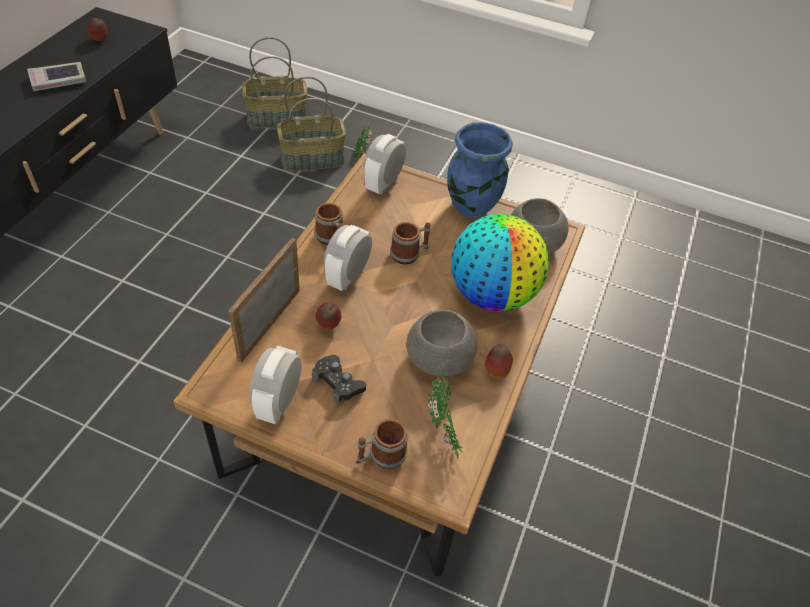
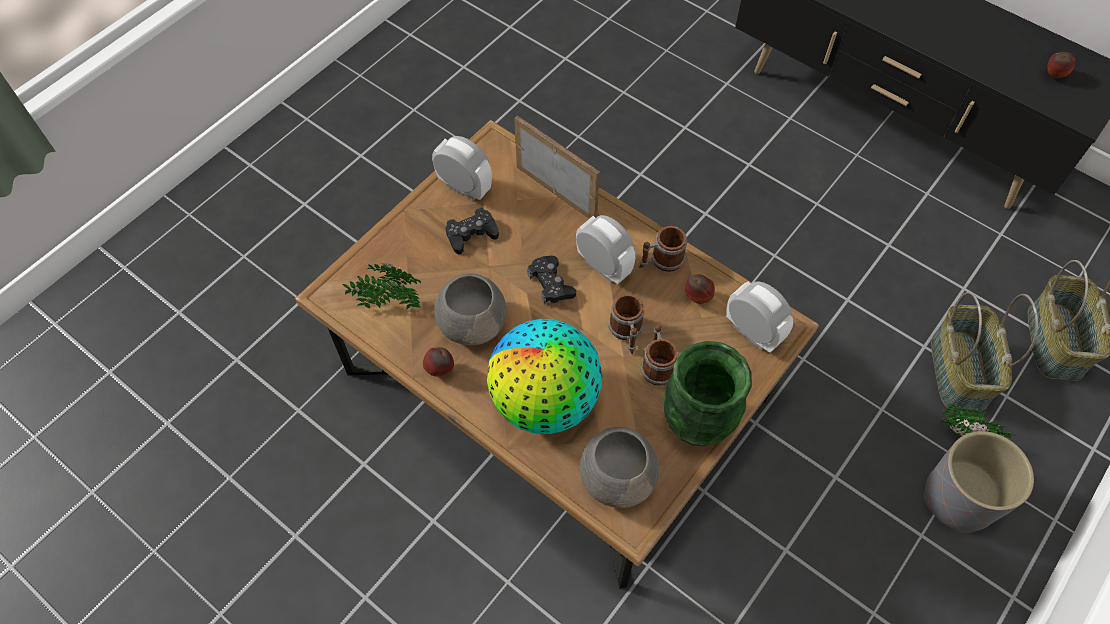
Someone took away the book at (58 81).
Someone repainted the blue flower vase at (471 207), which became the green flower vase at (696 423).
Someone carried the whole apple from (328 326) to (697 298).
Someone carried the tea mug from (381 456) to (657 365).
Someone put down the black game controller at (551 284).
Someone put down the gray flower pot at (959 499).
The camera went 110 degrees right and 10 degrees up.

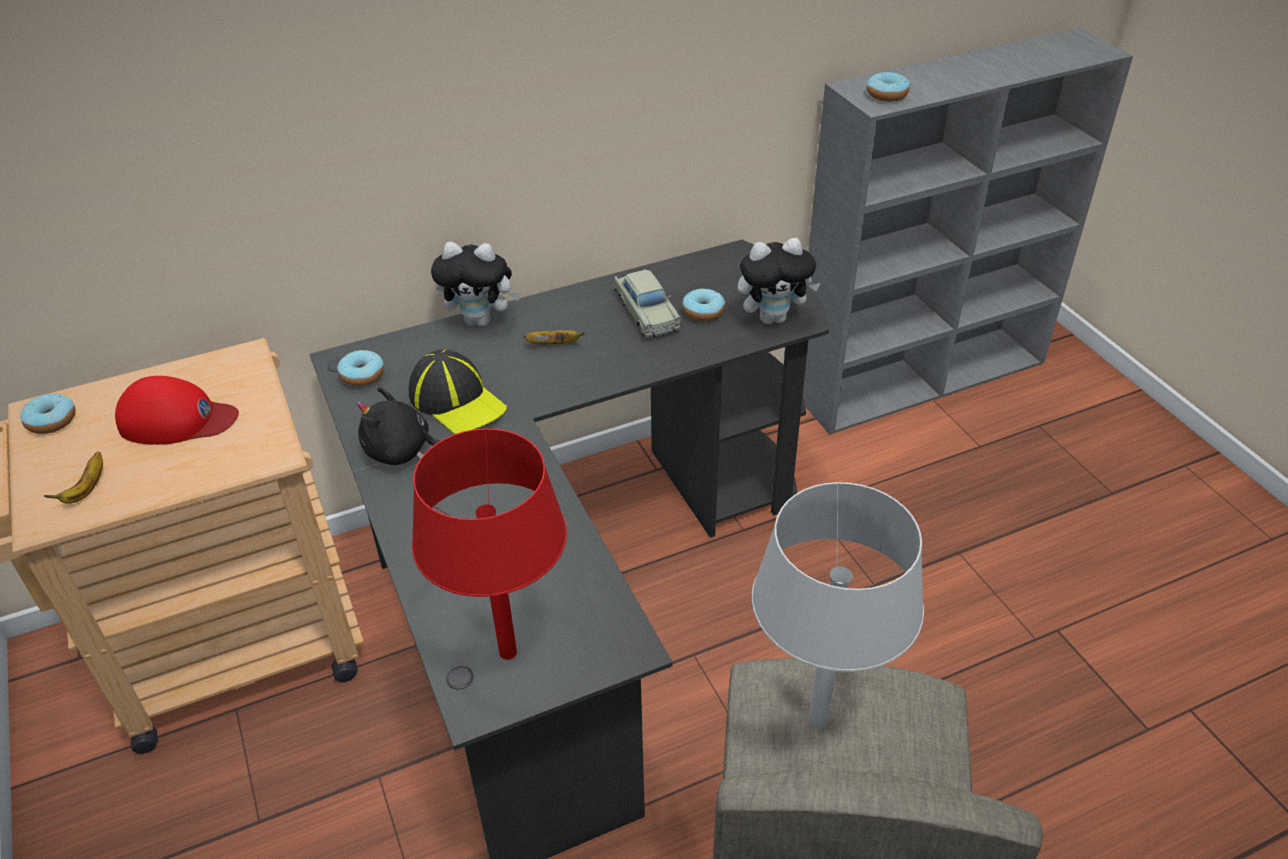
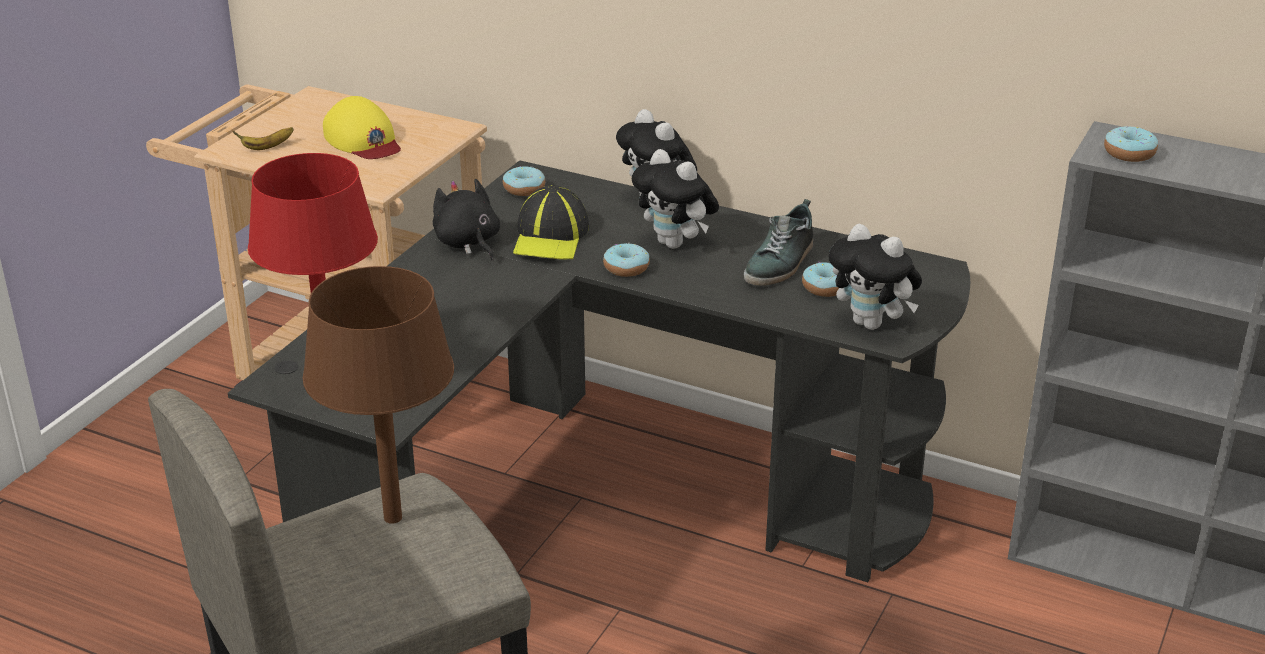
Someone swapped the beige-coloured miniature car at (646 313) for the item of footwear at (780 263).
Someone swapped the banana at (555 344) for the plush toy at (675 244).
Someone repainted the red cap at (177 420), which became the yellowish cap at (363 140).
Someone carried the ring doughnut from (52 421) to (626 268).
Someone repainted the gray table lamp at (817 721), which became the brown-coloured table lamp at (392 518).
The camera went 50 degrees right and 10 degrees down.

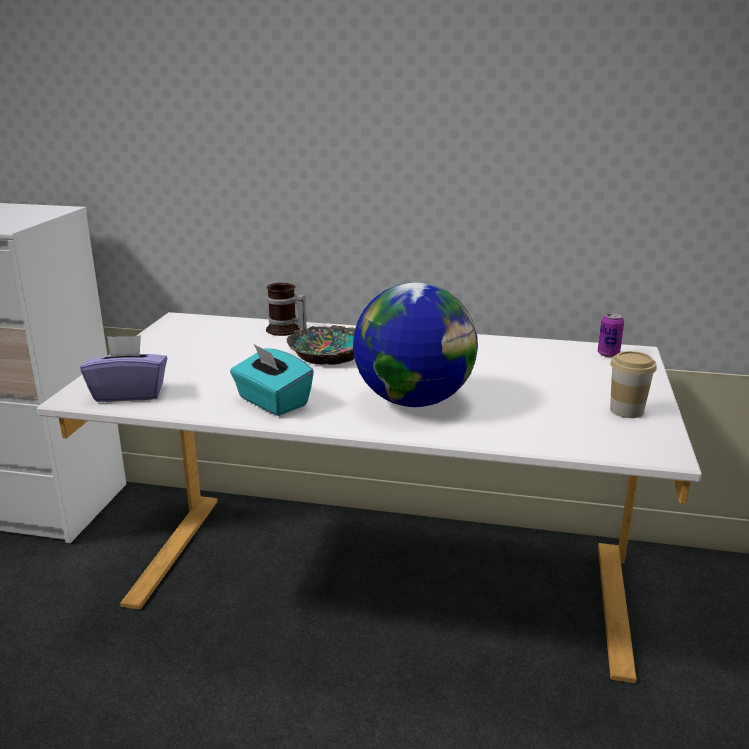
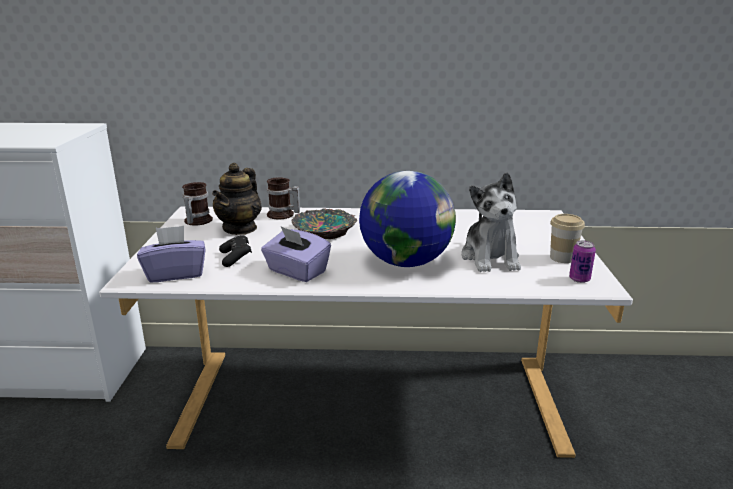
Someone carried the sealed can from (608 354) to (579 279).
Someone repainted the turquoise box of tissues at (272 402), which became the purple box of tissues at (296 272).
Someone put down the teapot at (240 228).
Someone put down the plush toy at (490 258).
Someone put down the tea mug at (196 221).
Someone put down the black game controller at (236 258).
The camera went 10 degrees left and 0 degrees up.

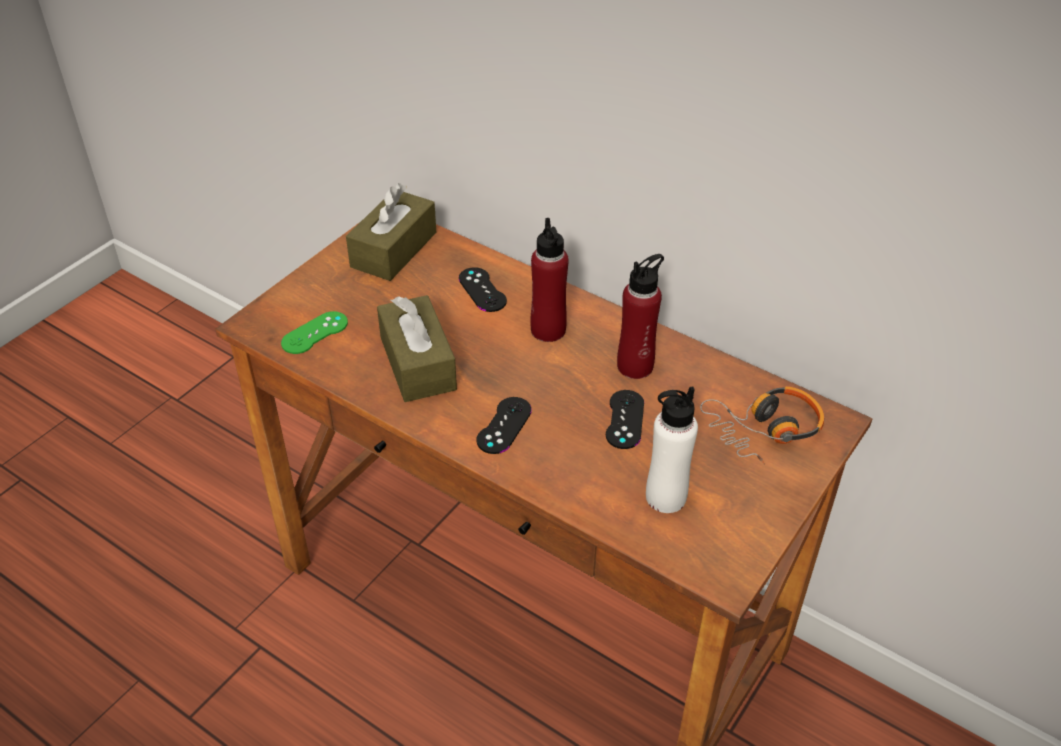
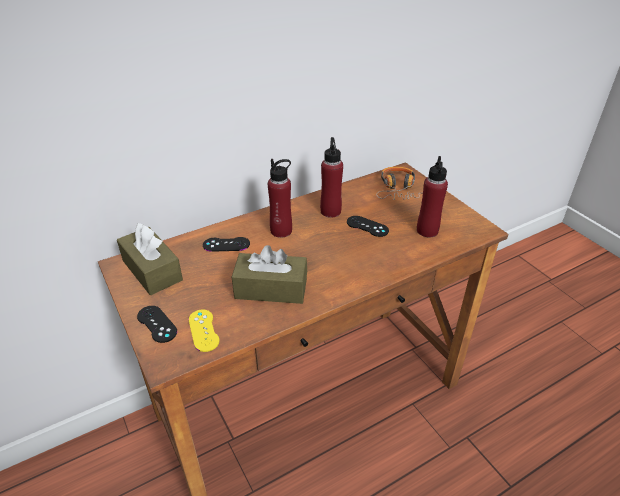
Someone repainted the green game controller at (315 333), which became the yellowish game controller at (203 330).
Someone repainted the white-coloured bottle at (665 497), which became the red bottle at (427 231).
Someone carried the black game controller from (504 425) to (157 324).
The camera went 65 degrees left and 5 degrees down.

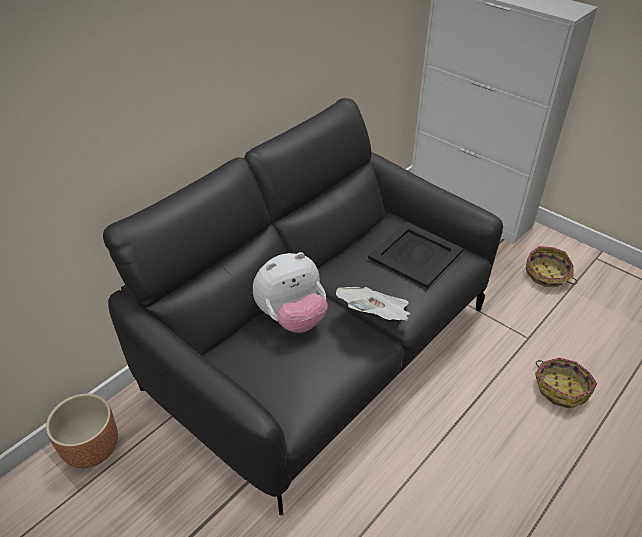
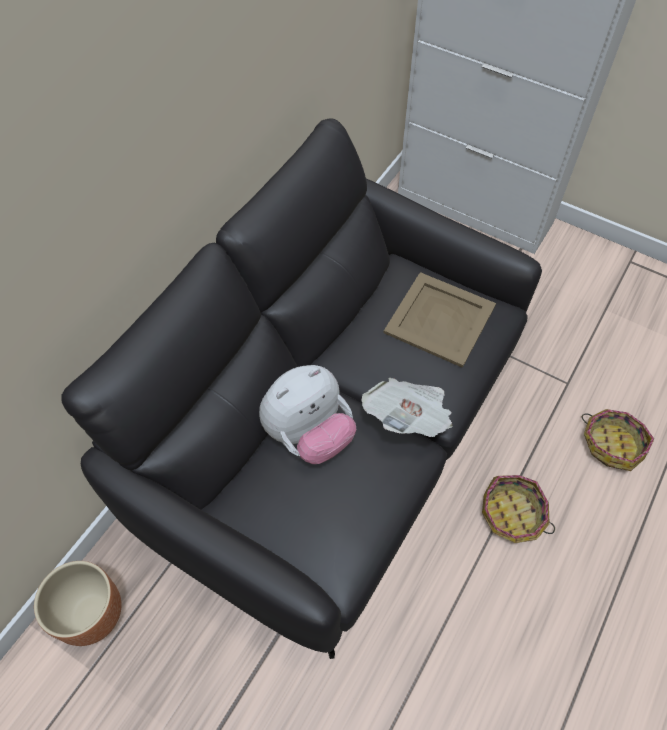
Someone repainted the black serving tray at (416 255), which became the beige-coloured serving tray at (440 320).
Someone carried the household basket from (547 275) to (512 514).
The camera went 10 degrees left and 15 degrees up.

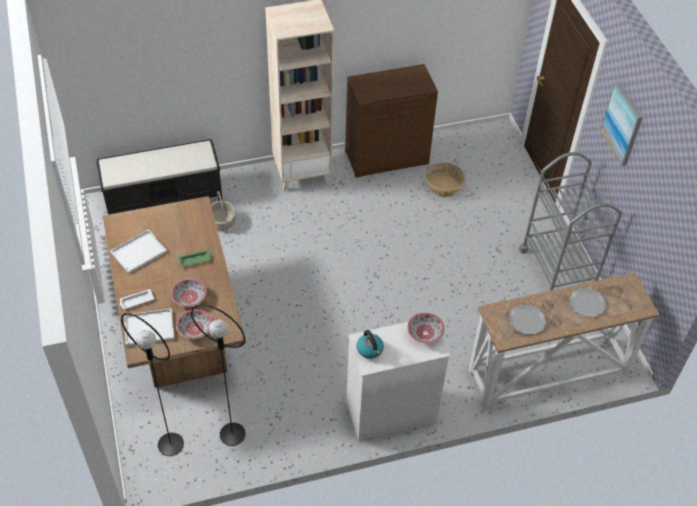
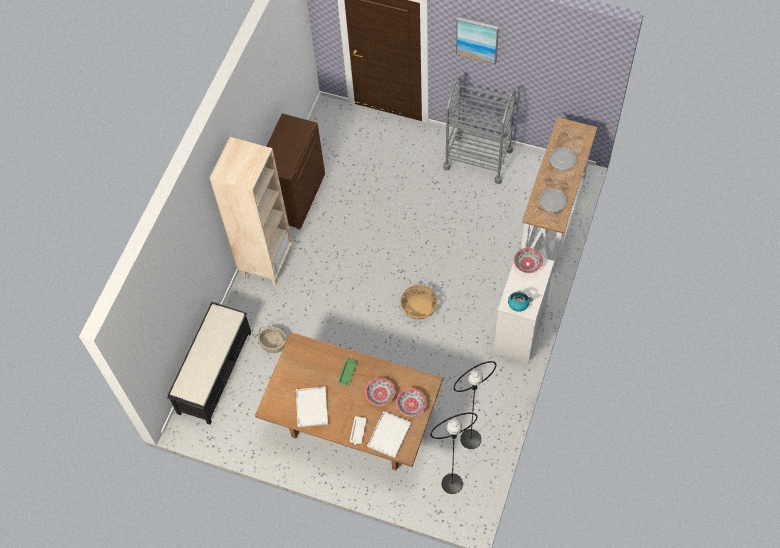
Someone carried the household basket from (444 186) to (419 307).
The camera went 50 degrees left and 10 degrees up.

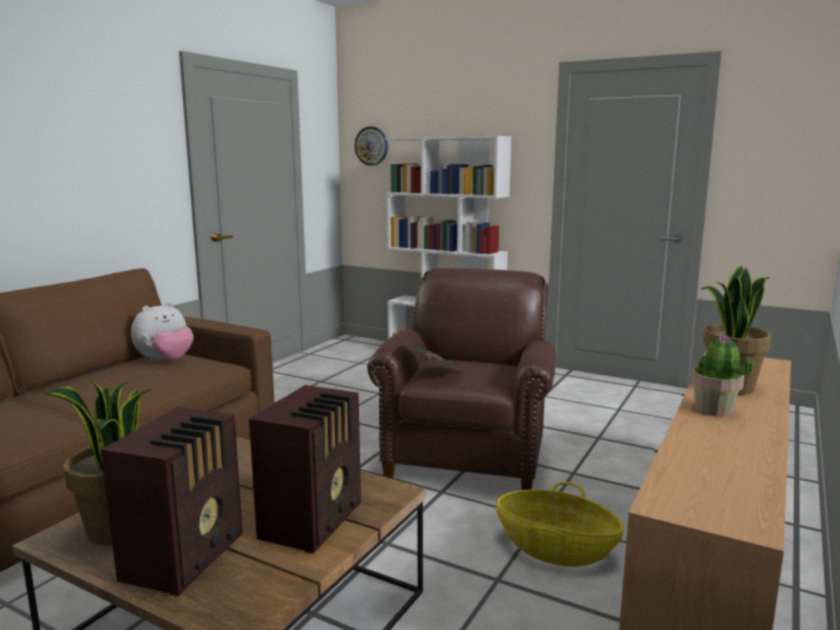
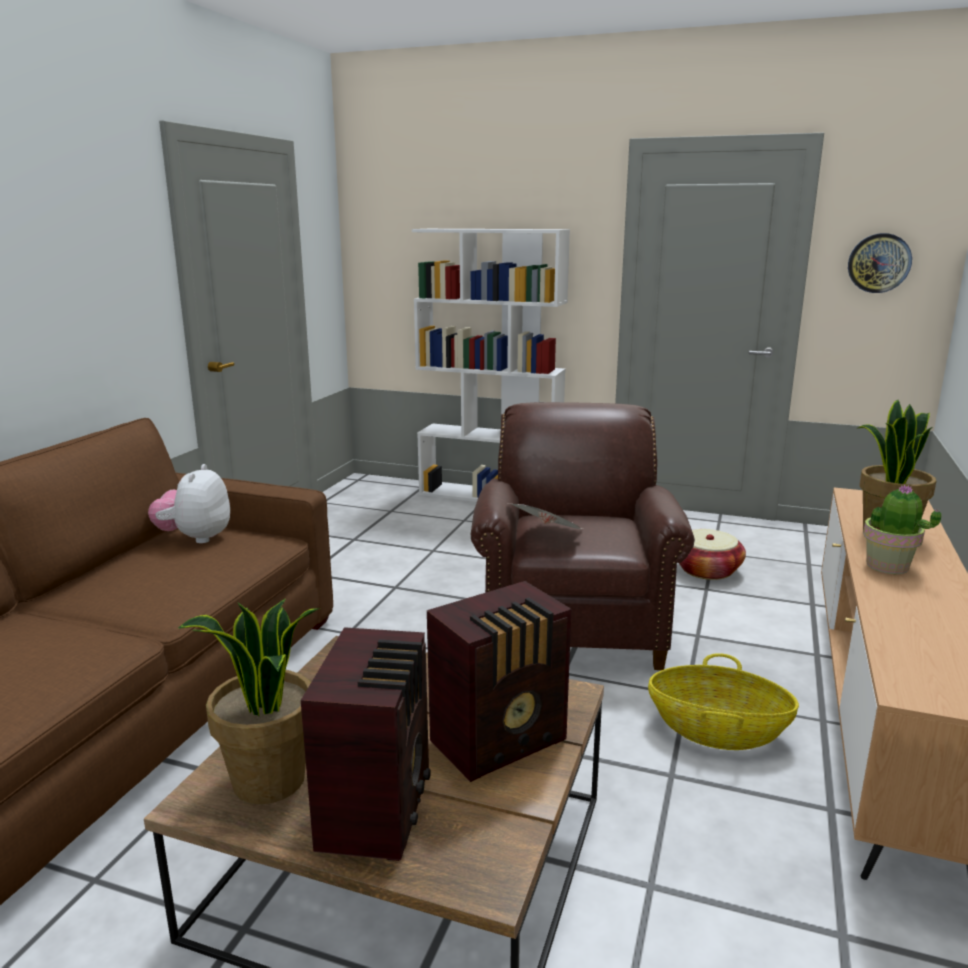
Someone carried the hanging clock from (371 146) to (879 263).
Someone rotated the plush toy at (166 361) by 150 degrees clockwise.
Someone rotated the radio at (314 520) by 45 degrees clockwise.
Someone put down the household basket at (707 570).
The camera went 10 degrees left and 5 degrees up.

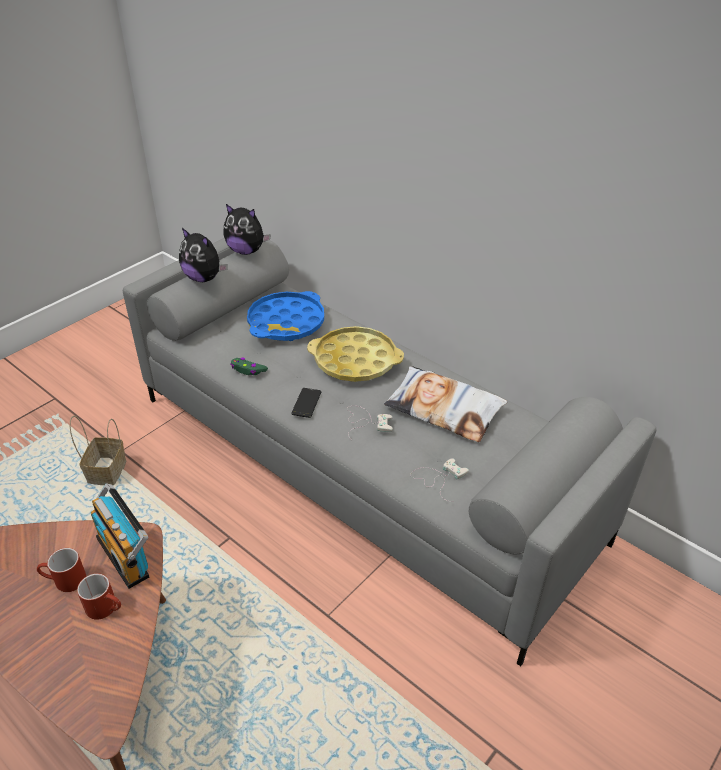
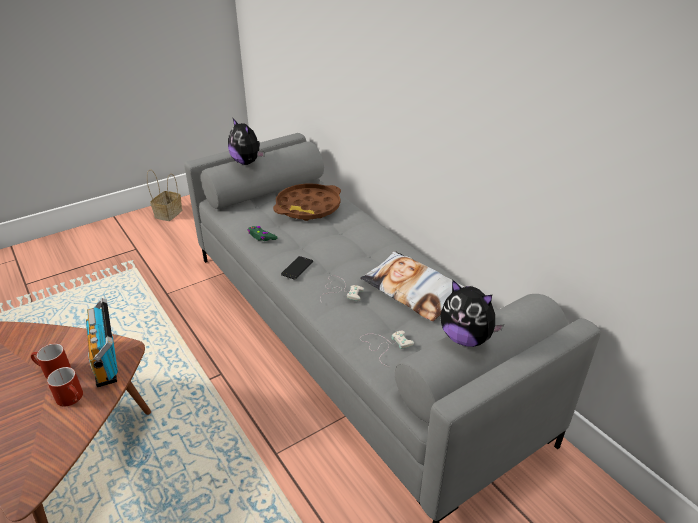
Someone carried the plush toy from (246 251) to (466 338).
Someone repainted the blue serving tray at (286 322), which became the brown-coloured serving tray at (308 207).
Someone took away the yellowish serving tray at (355 360).
Someone carried the household basket from (107 471) to (168 213).
The camera went 15 degrees right and 5 degrees down.

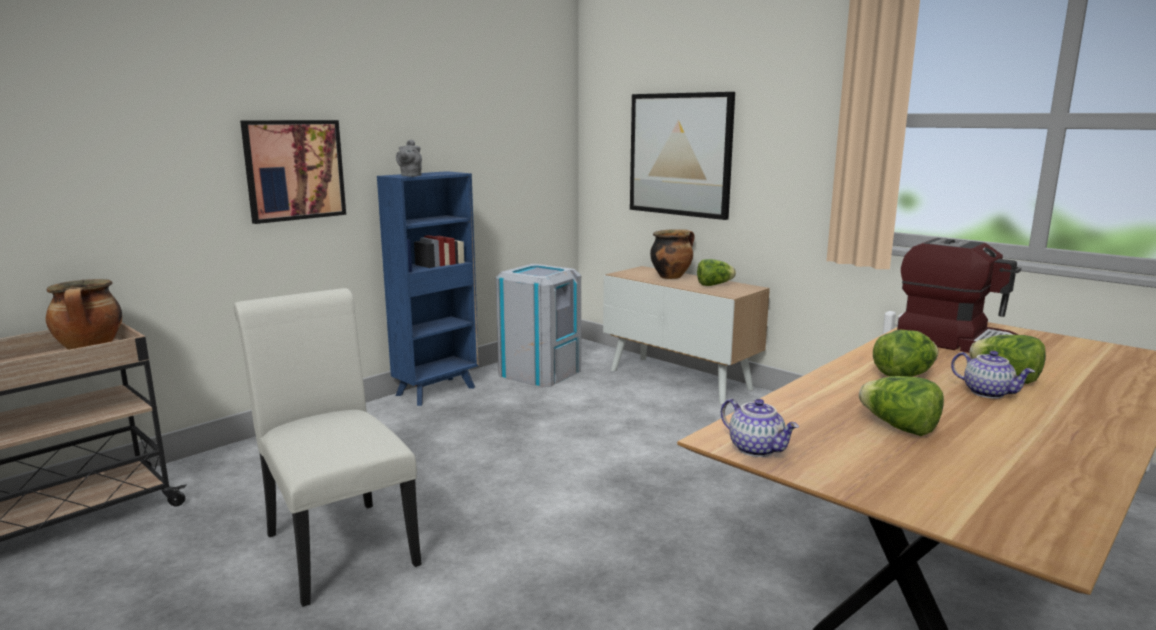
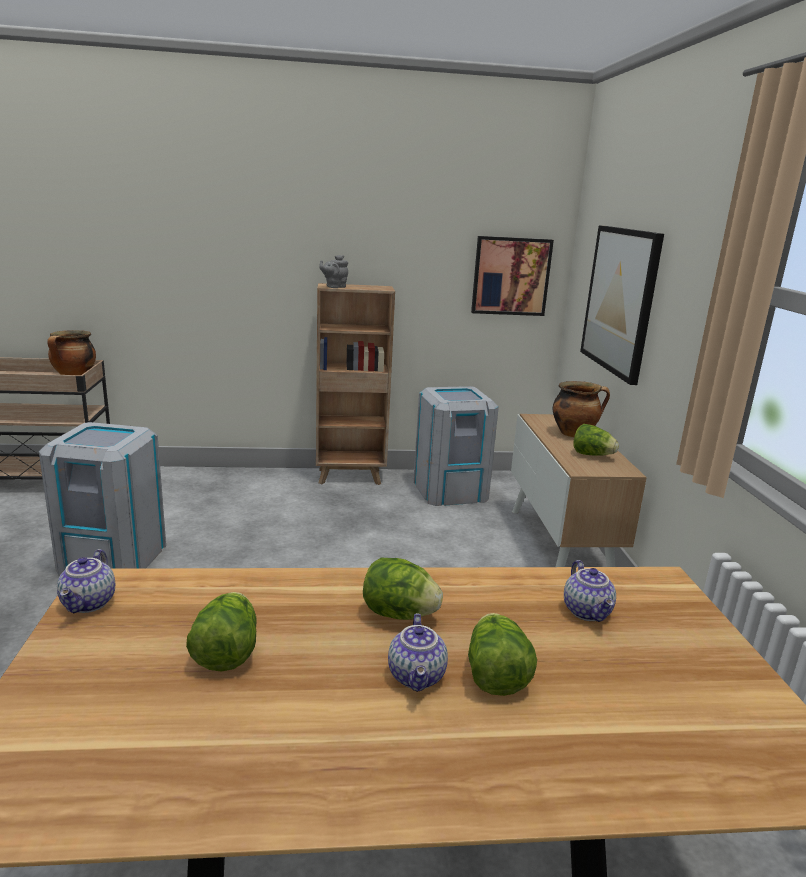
Someone carried the wall picture from (294 170) to (511 276).
Someone repainted the blue bookcase at (437 391), which became the brown-coloured bookcase at (351 477).
Someone swapped the coffee maker at (956 341) for the teapot at (588 612).
Someone swapped the white-coloured upright chair at (337 544) for the gray waste bin at (113 557).
The camera went 40 degrees right and 5 degrees up.

